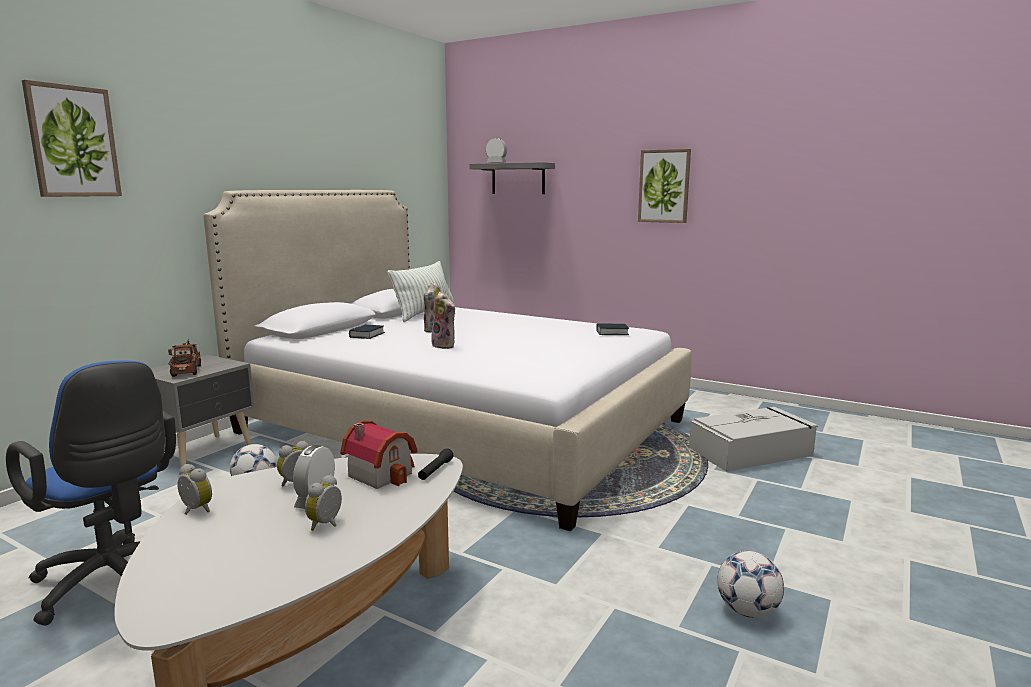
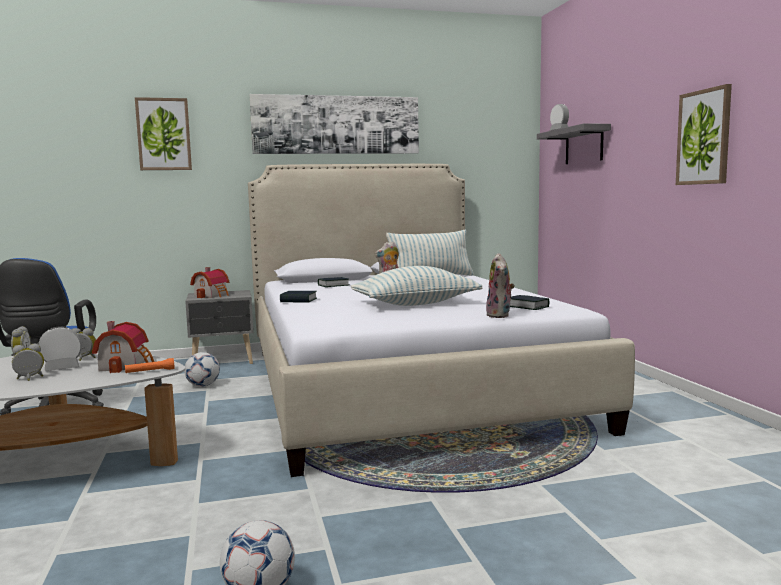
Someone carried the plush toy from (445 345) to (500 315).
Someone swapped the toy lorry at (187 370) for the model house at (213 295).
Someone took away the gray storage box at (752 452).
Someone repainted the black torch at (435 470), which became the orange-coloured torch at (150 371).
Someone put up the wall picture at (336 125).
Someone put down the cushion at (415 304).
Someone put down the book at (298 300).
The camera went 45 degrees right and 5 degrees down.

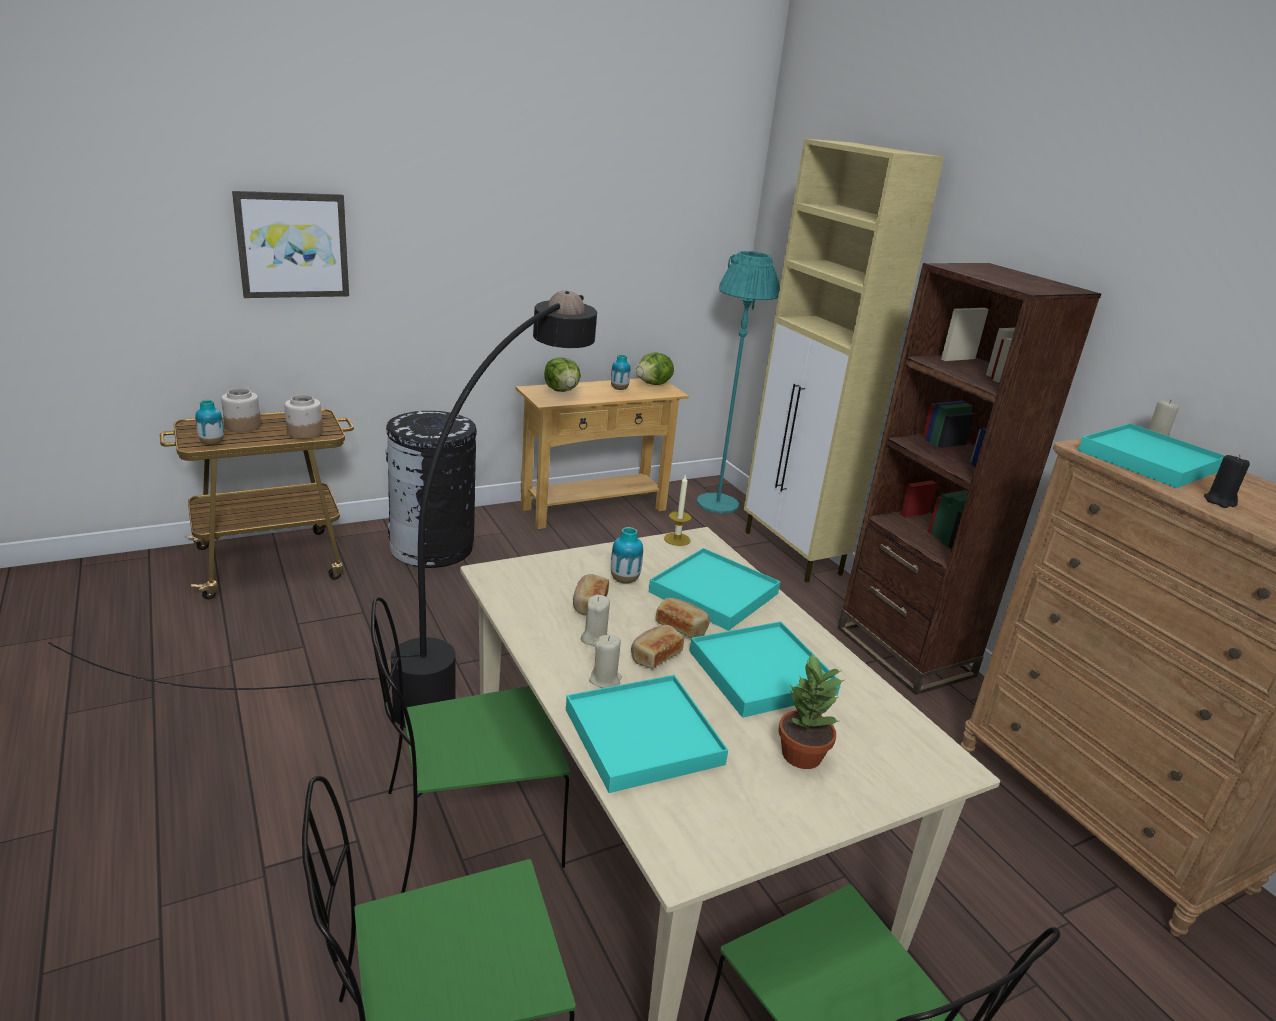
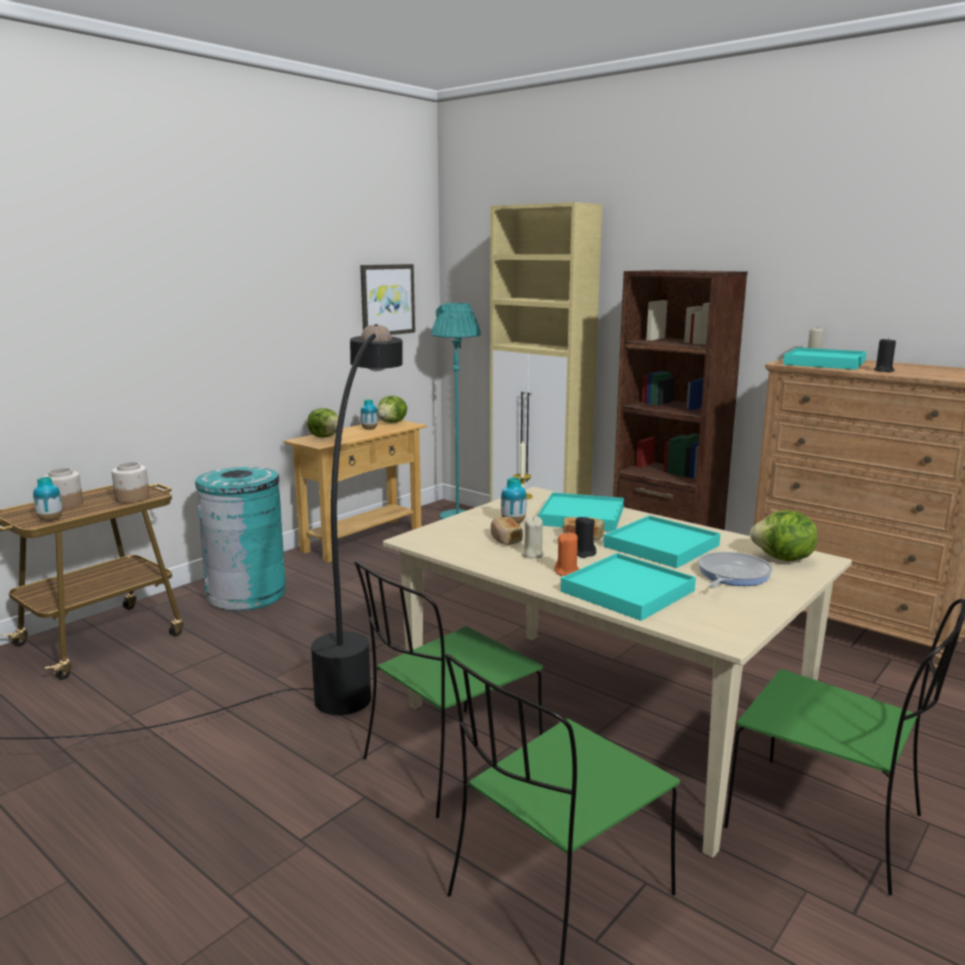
Someone carried the wall picture from (293 245) to (387 300).
Someone repainted the black waste bin at (432 547), which became the turquoise waste bin at (247 594).
Someone swapped the bakery bread at (655 656) for the black wax light at (584 553).
Someone repainted the beige-coloured wax light at (605 680), which became the orange-coloured wax light at (567 572).
Someone swapped the potted plant at (800 754) for the pan at (731 575).
Someone put down the head of lettuce at (783 559).
The camera went 20 degrees left and 10 degrees down.

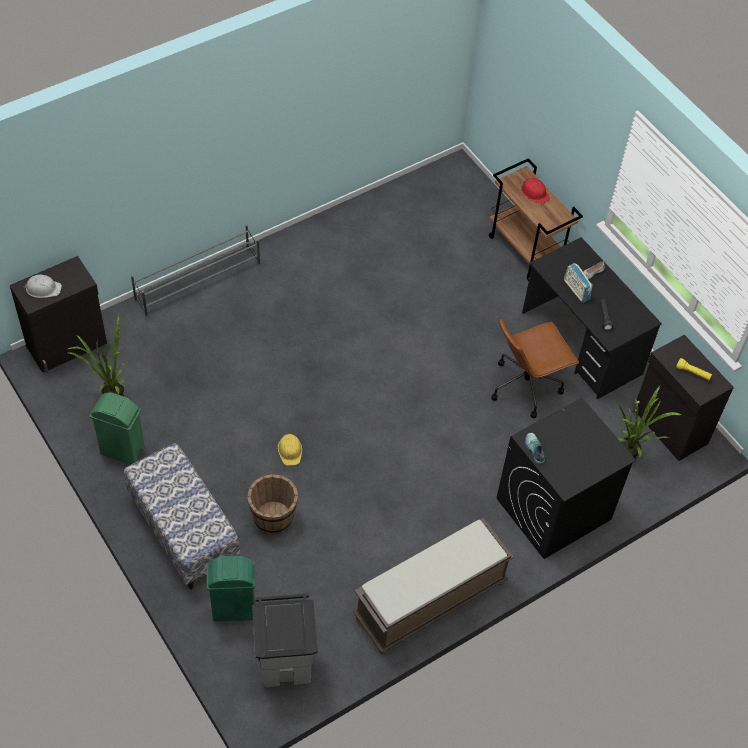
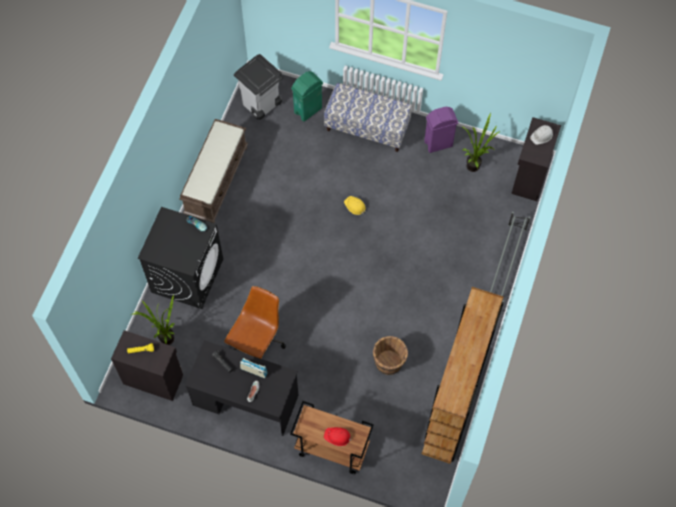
Someone repainted the green waste bin at (122 451), which became the purple waste bin at (438 143).
Someone carried the brown-coloured pail from (273 517) to (389 363).
Someone put down the brown-coloured bookcase at (452 407).
The camera went 145 degrees right and 10 degrees up.

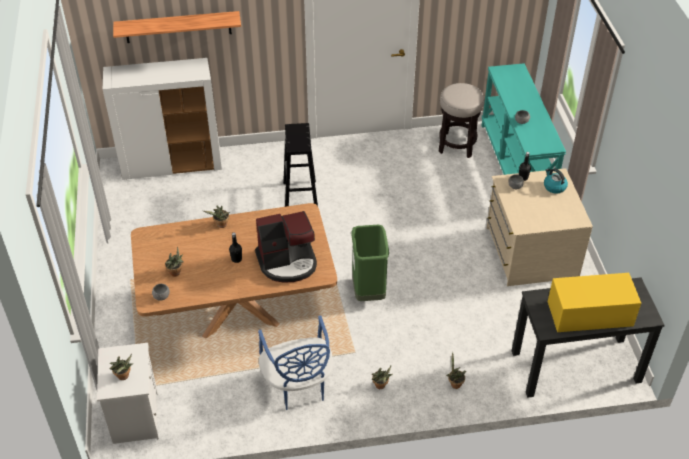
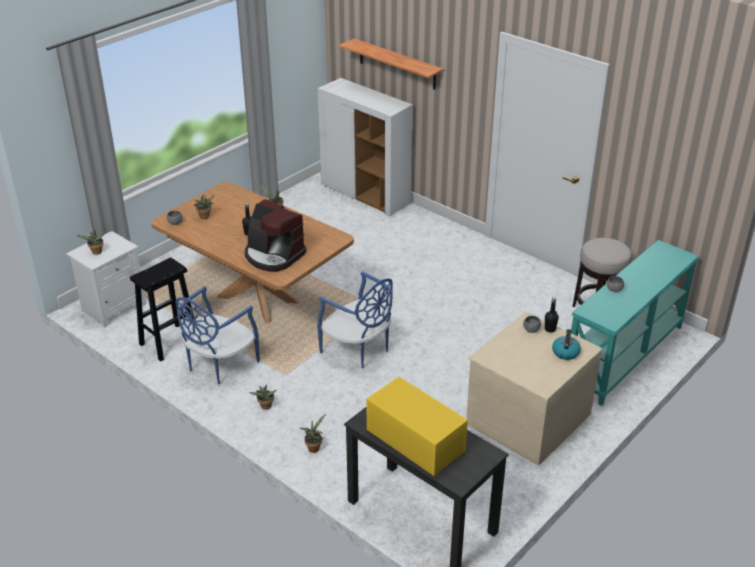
Someone carried the black stool seat from (300 195) to (168 343).
Someone swapped the green waste bin at (368 292) for the blue upright chair at (358 349).
The camera went 50 degrees right and 10 degrees down.

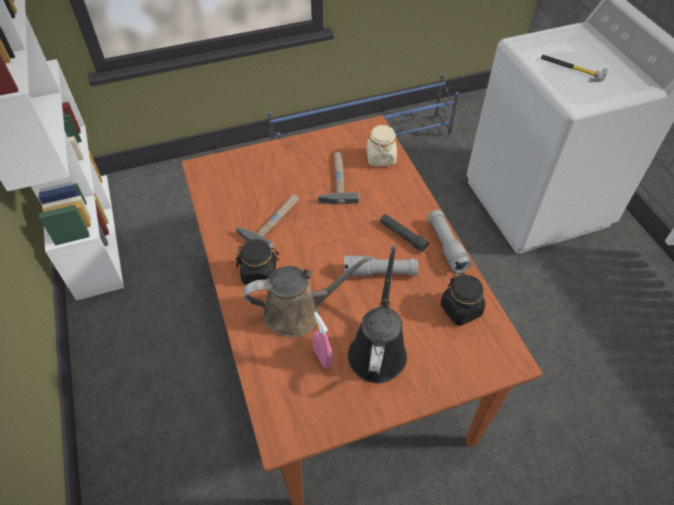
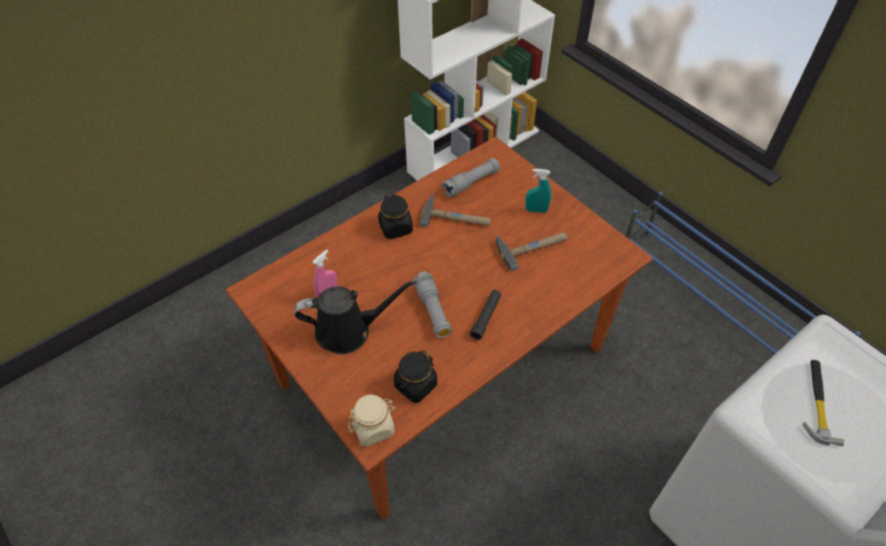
Someone carried the beige-coloured storage jar from (380 157) to (373 427).
Someone carried the gray torch from (446 246) to (471 183).
Someone took away the brown-coloured watering pot at (298 311).
Someone put down the turquoise spray bottle at (536 210).
The camera went 70 degrees right and 0 degrees up.

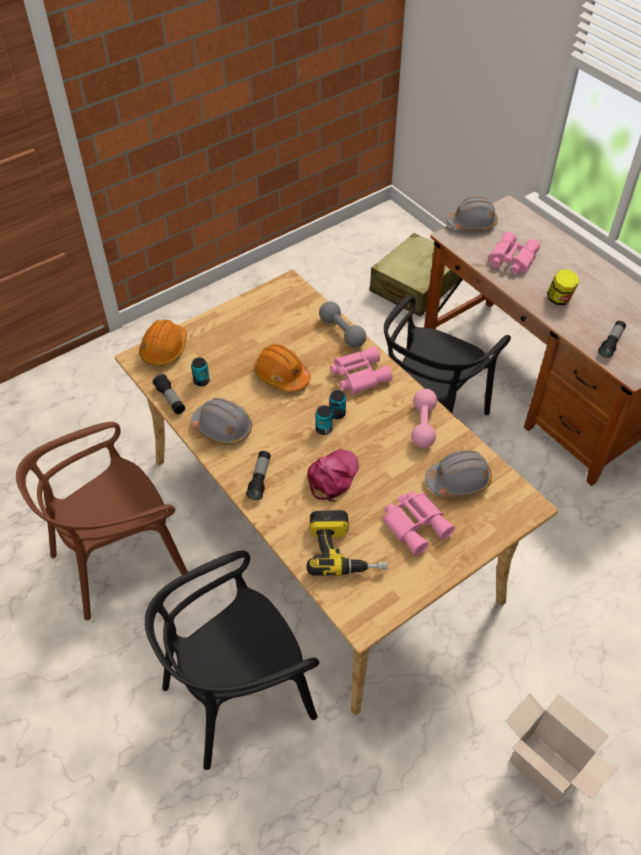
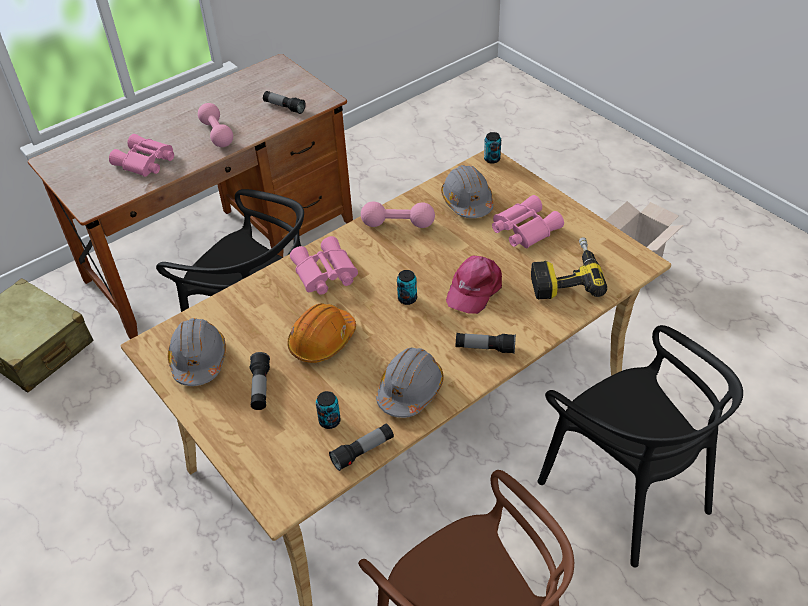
Someone carried the gray safety helmet from (472 223) to (198 360).
Someone swapped the storage jar at (559 299) for the pink-coloured free weight at (217 134).
Someone took away the gray free weight at (342 332).
Someone took away the orange-coloured safety helmet at (164 349).
Someone carried the sealed can from (337 414) to (492 159).
Someone rotated the pink-coloured cap at (332 477) by 90 degrees counterclockwise.
Someone put down the torch at (260 387).
The camera went 90 degrees left and 5 degrees down.

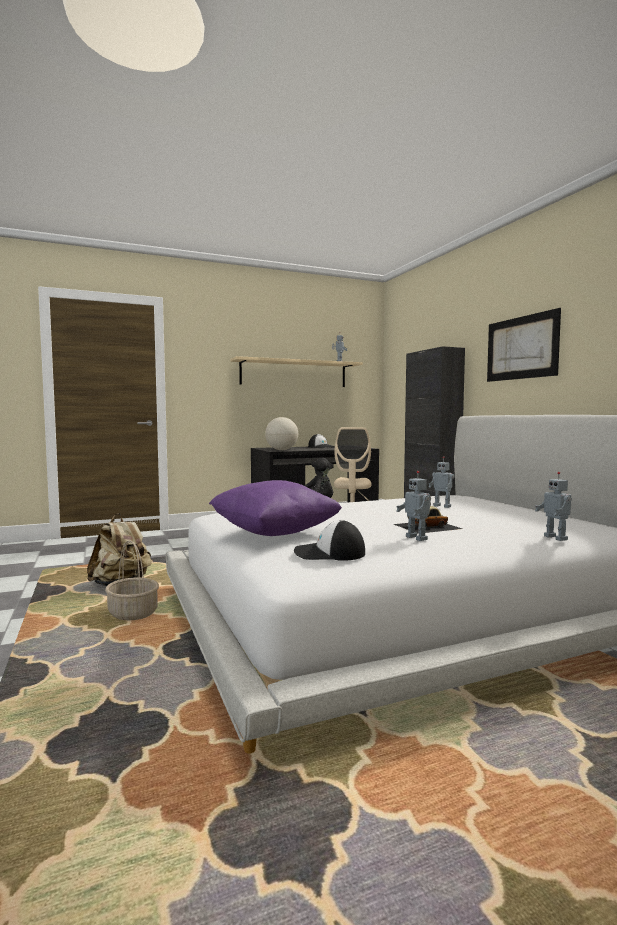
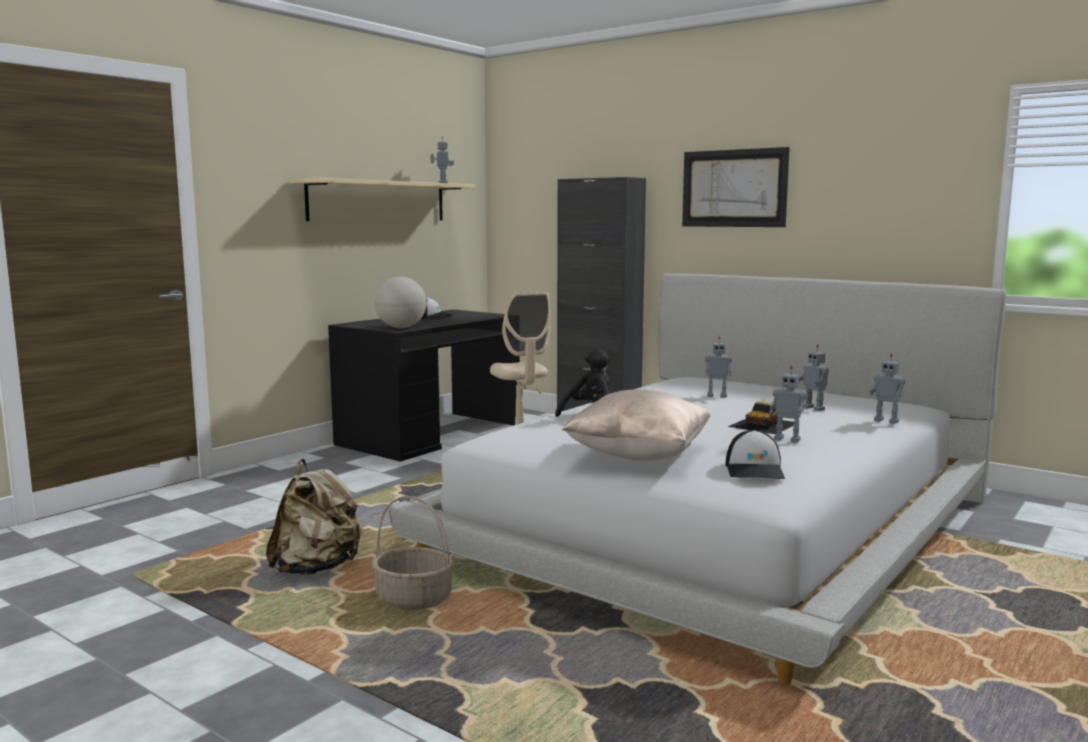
Someone repainted the purple cushion at (274 533), which became the beige-coloured cushion at (638 456).
Someone rotated the cap at (329 553) by 60 degrees counterclockwise.
Someone put down the model robot at (814 408).
The camera went 30 degrees left and 5 degrees up.

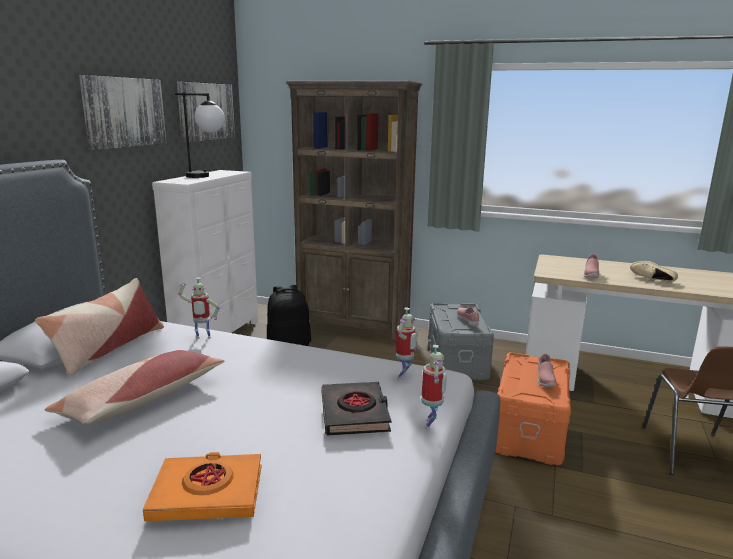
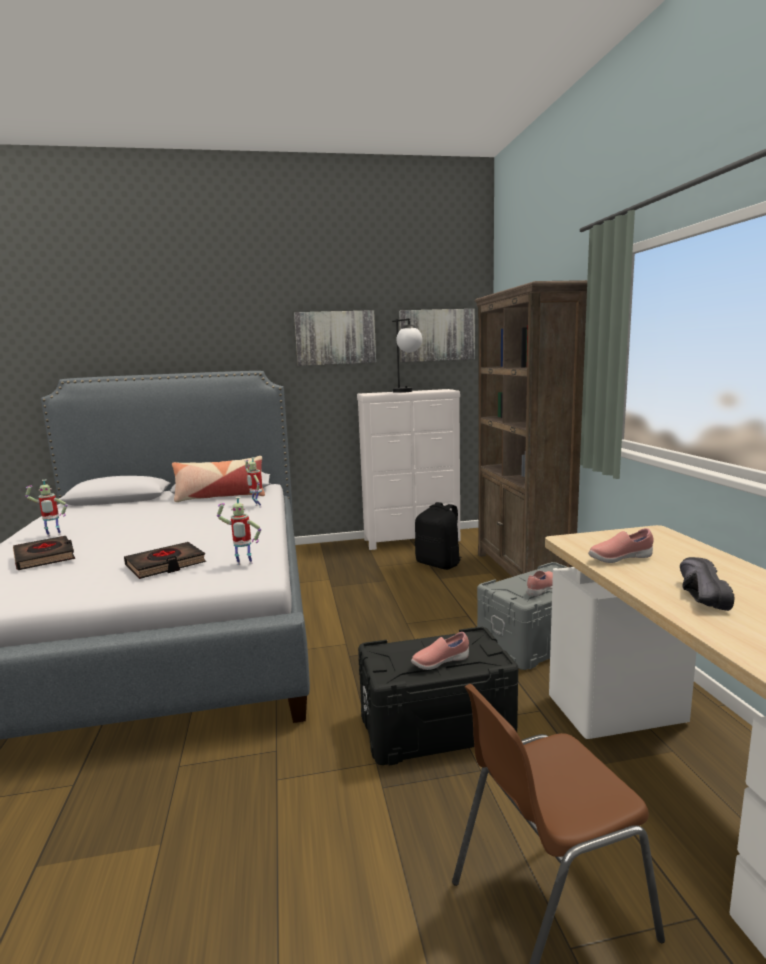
Someone repainted the beige-coloured item of footwear at (652 280), which became the black item of footwear at (695 596).
Someone carried the model robot from (431 425) to (53 536).
Someone took away the cushion at (142 400).
Someone repainted the orange-coloured storage box at (530 431), which became the black storage box at (436 728).
Someone repainted the orange-coloured book at (207 493), which became the black book at (45 557).
The camera went 60 degrees right and 5 degrees down.

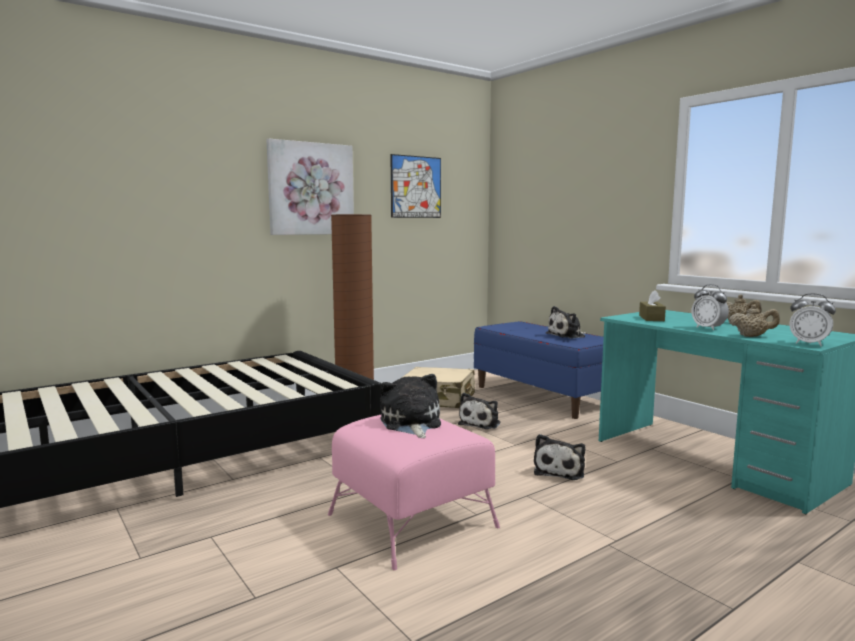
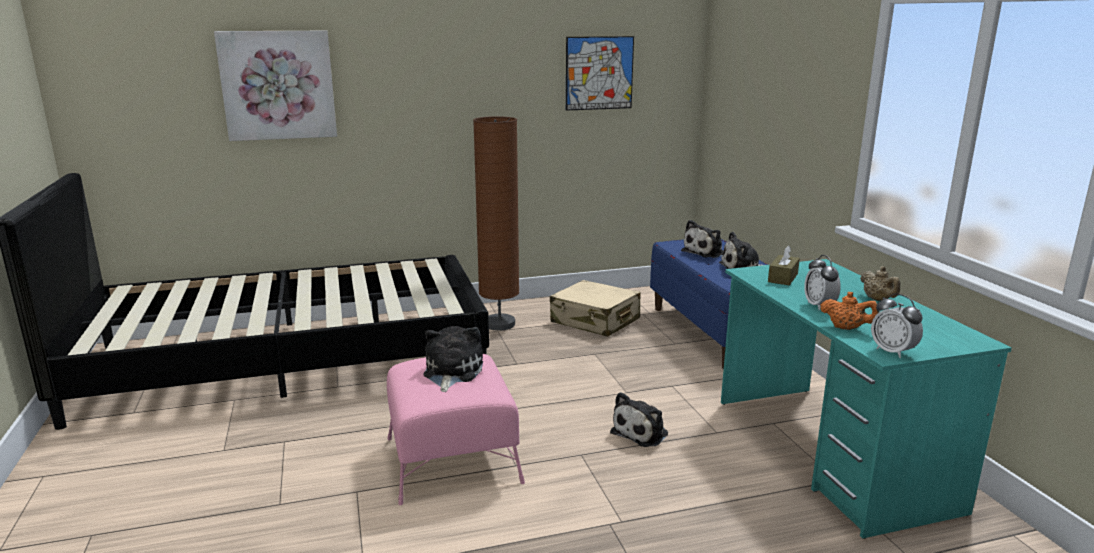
Someone carried the wall picture from (310 189) to (278 85).
Someone repainted the beige-coloured teapot at (752 336), which became the orange-coloured teapot at (846 328).
Someone carried the plush toy from (481 423) to (705 252).
The camera went 20 degrees right and 10 degrees up.

